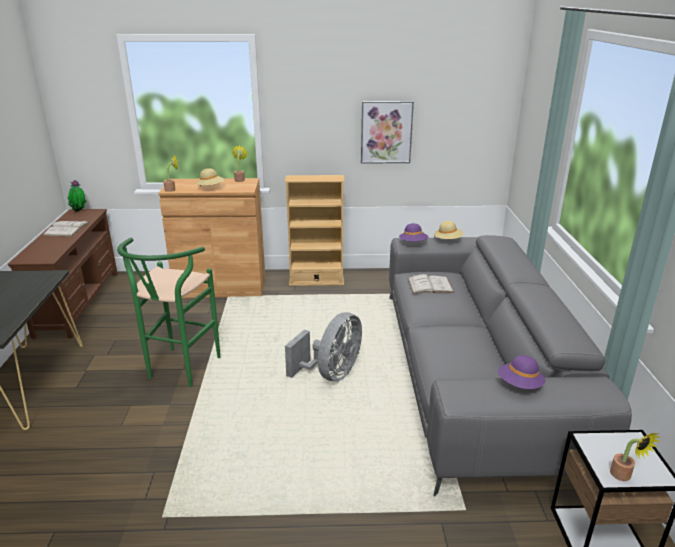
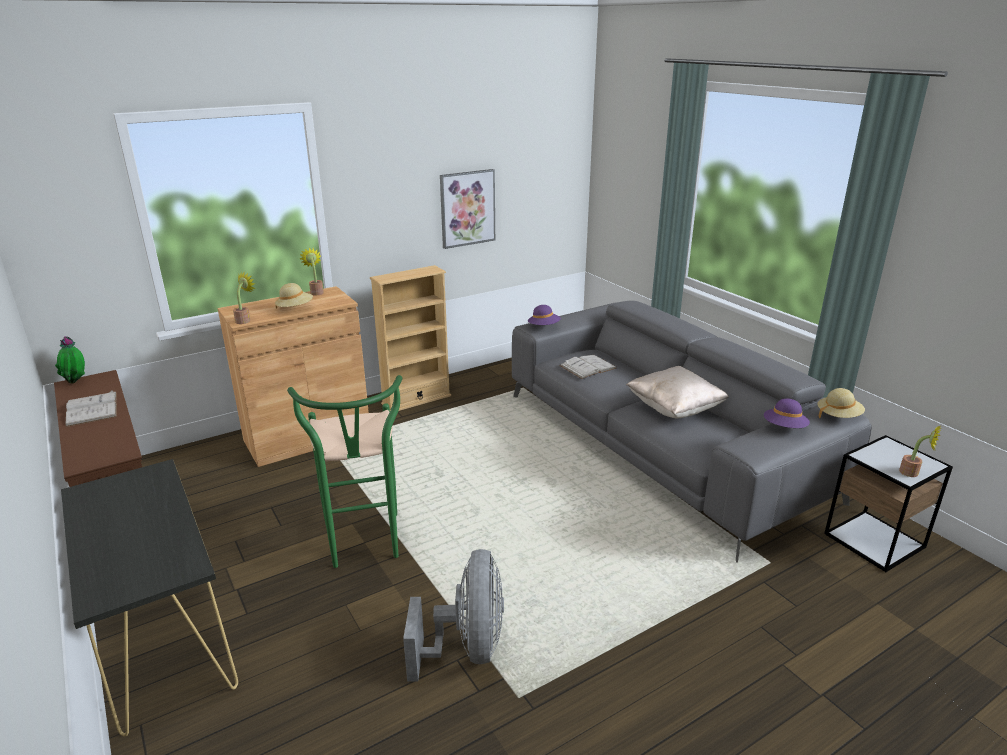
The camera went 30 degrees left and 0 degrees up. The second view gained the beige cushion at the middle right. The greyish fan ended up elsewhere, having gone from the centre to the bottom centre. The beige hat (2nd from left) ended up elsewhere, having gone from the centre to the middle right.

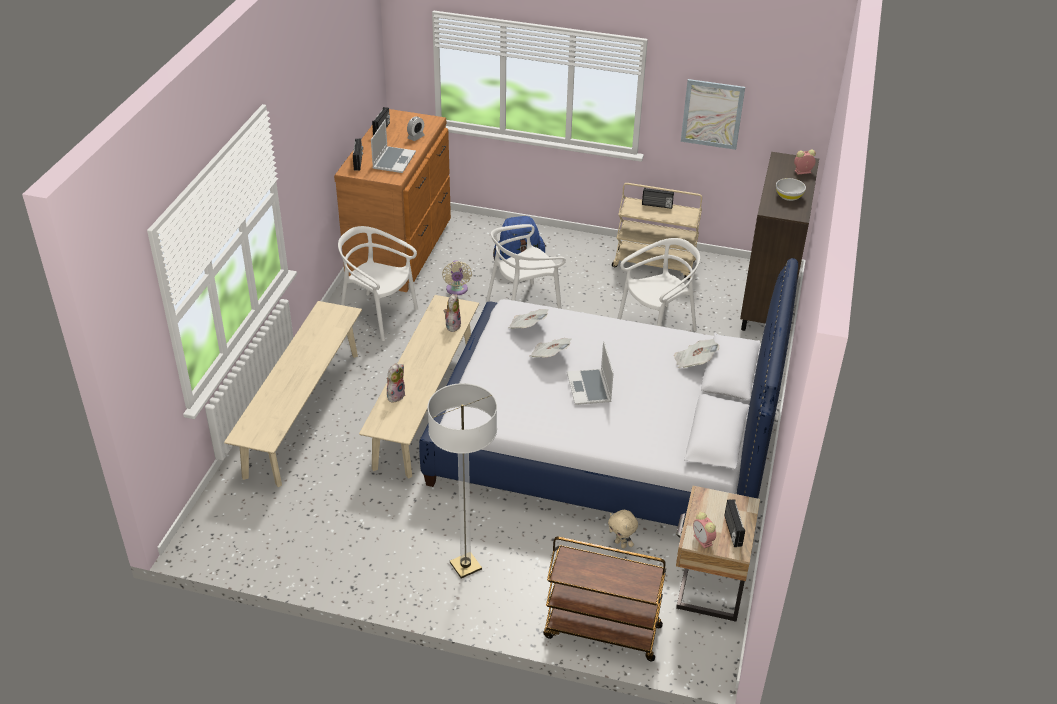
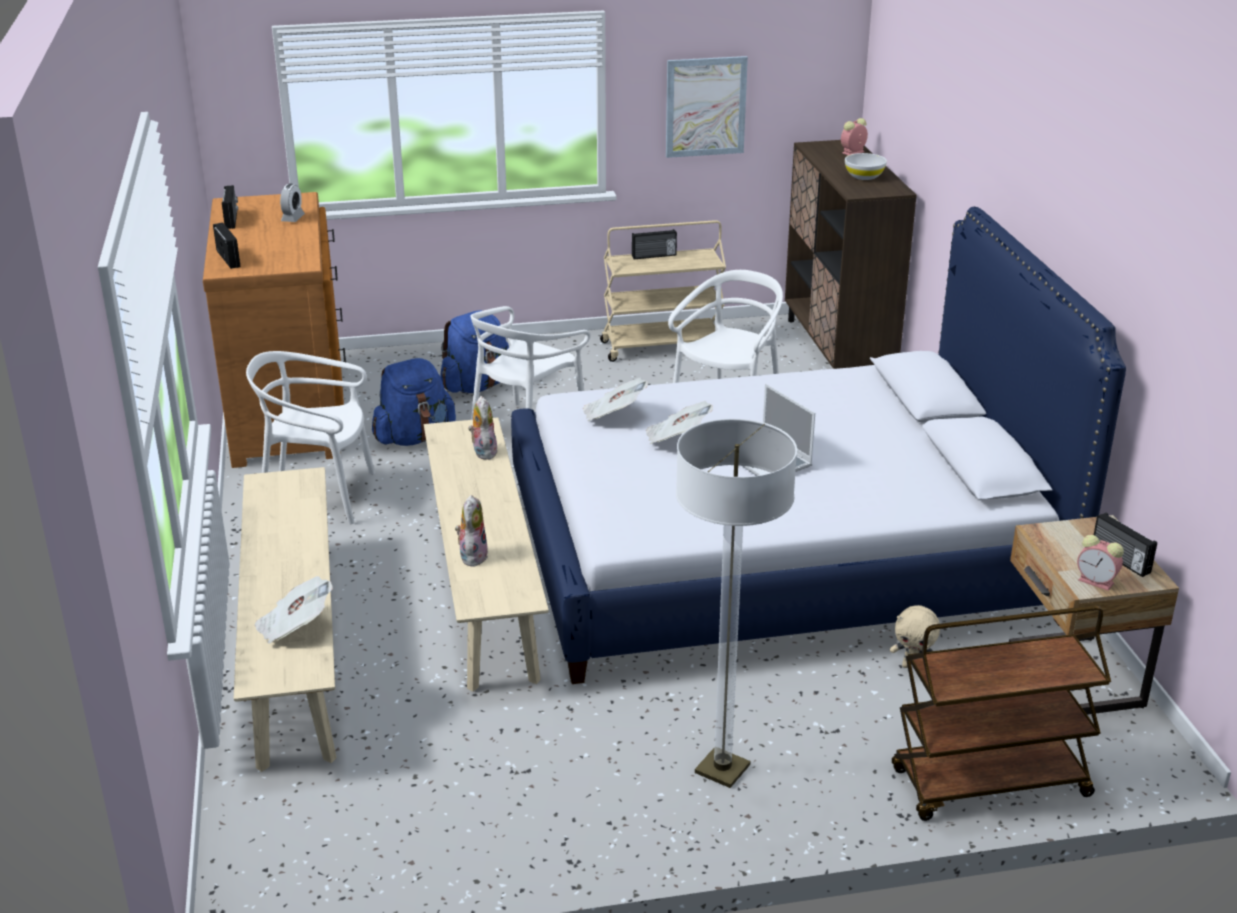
The camera went 25 degrees left and 10 degrees down. The second view lost the portable computer (1st from left) at the top centre. The newspaper (3rd from left in the first image) ended up elsewhere, having gone from the centre to the bottom left. Where the beige fan stood at the centre, the bluish backpack (1st from left) came to stand at the centre.

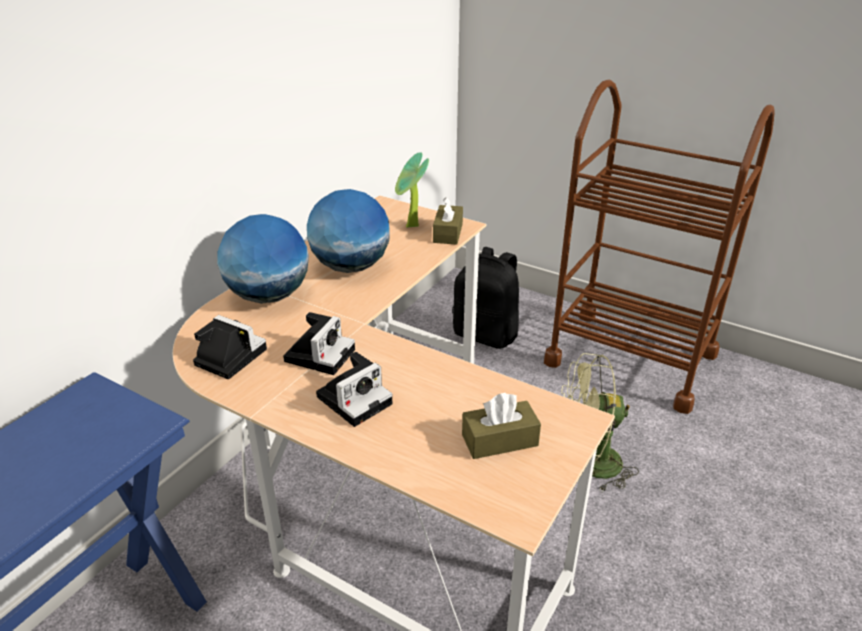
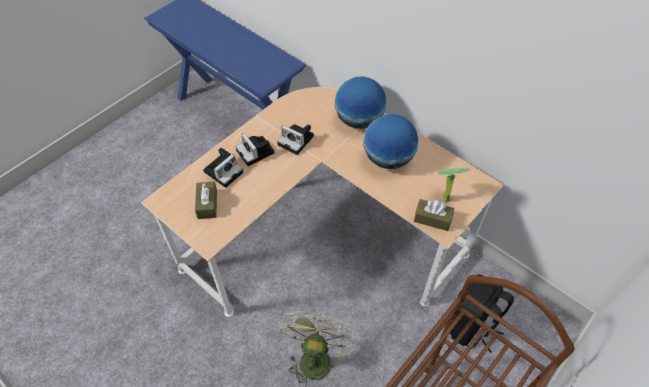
The camera went 100 degrees right and 20 degrees up. The photo camera (1st from left) ended up elsewhere, having gone from the middle left to the centre.

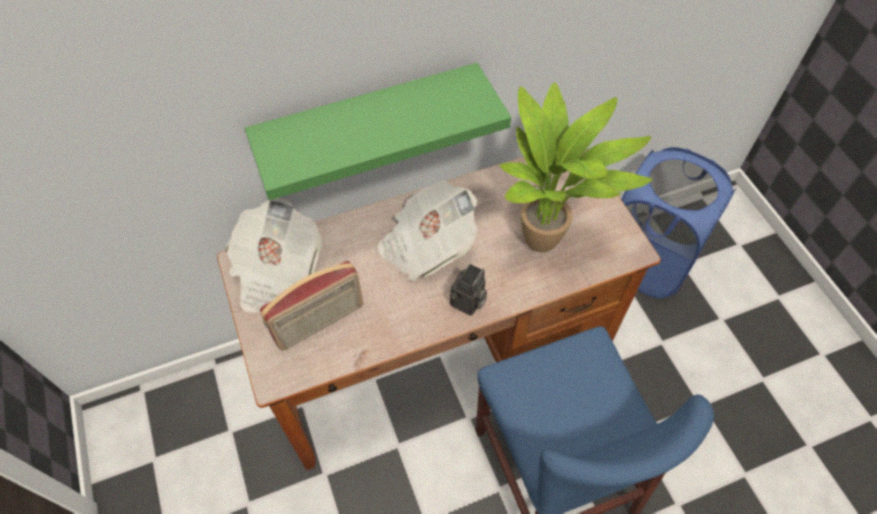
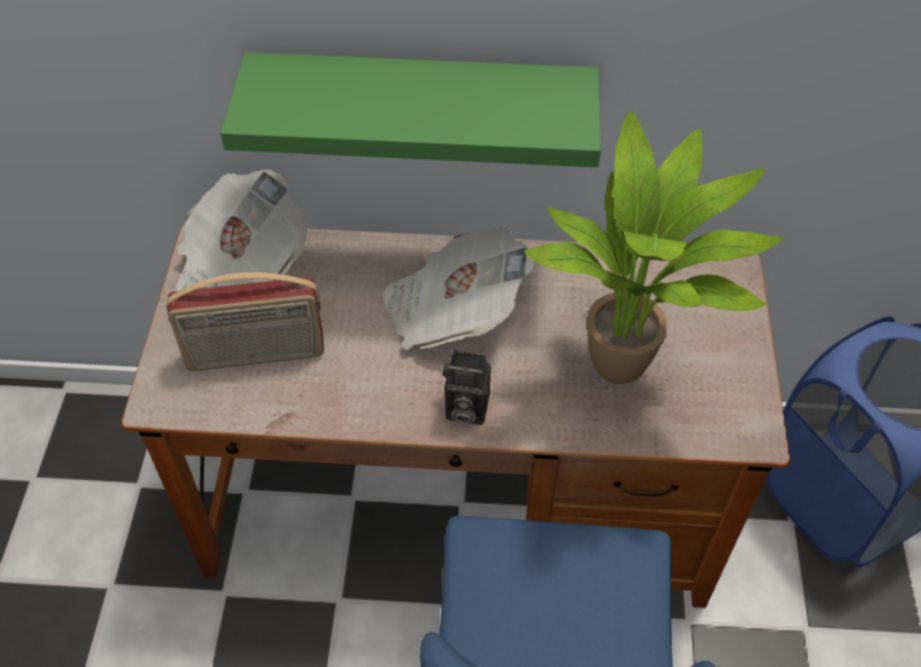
The camera went 25 degrees right and 5 degrees down. The photo camera at the centre ended up facing another way, 45 degrees clockwise from before.

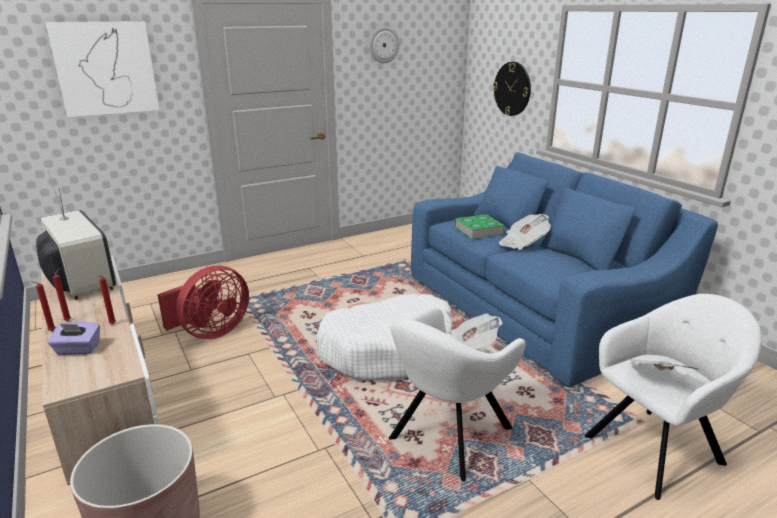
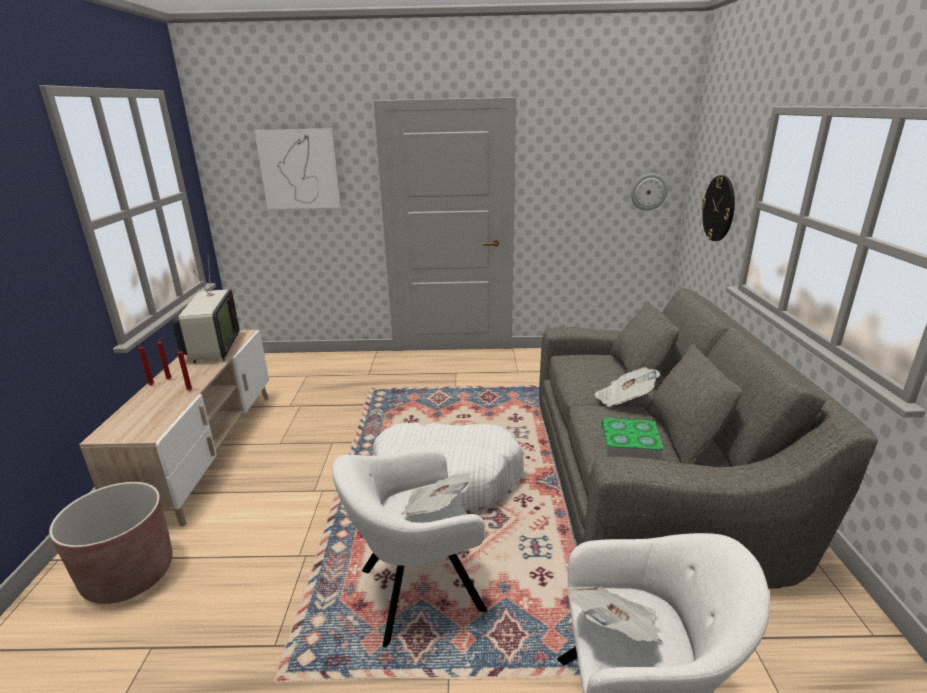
The camera went 30 degrees right and 0 degrees up. The second view lost the purple tissue holder at the middle left. The second view lost the reddish fan at the middle left. The clock on the wall (1st from left) ended up elsewhere, having gone from the top centre to the top right. The volume ended up elsewhere, having gone from the centre to the middle right. What was the bluish sofa at the middle right turned into the greyish sofa at the middle right.

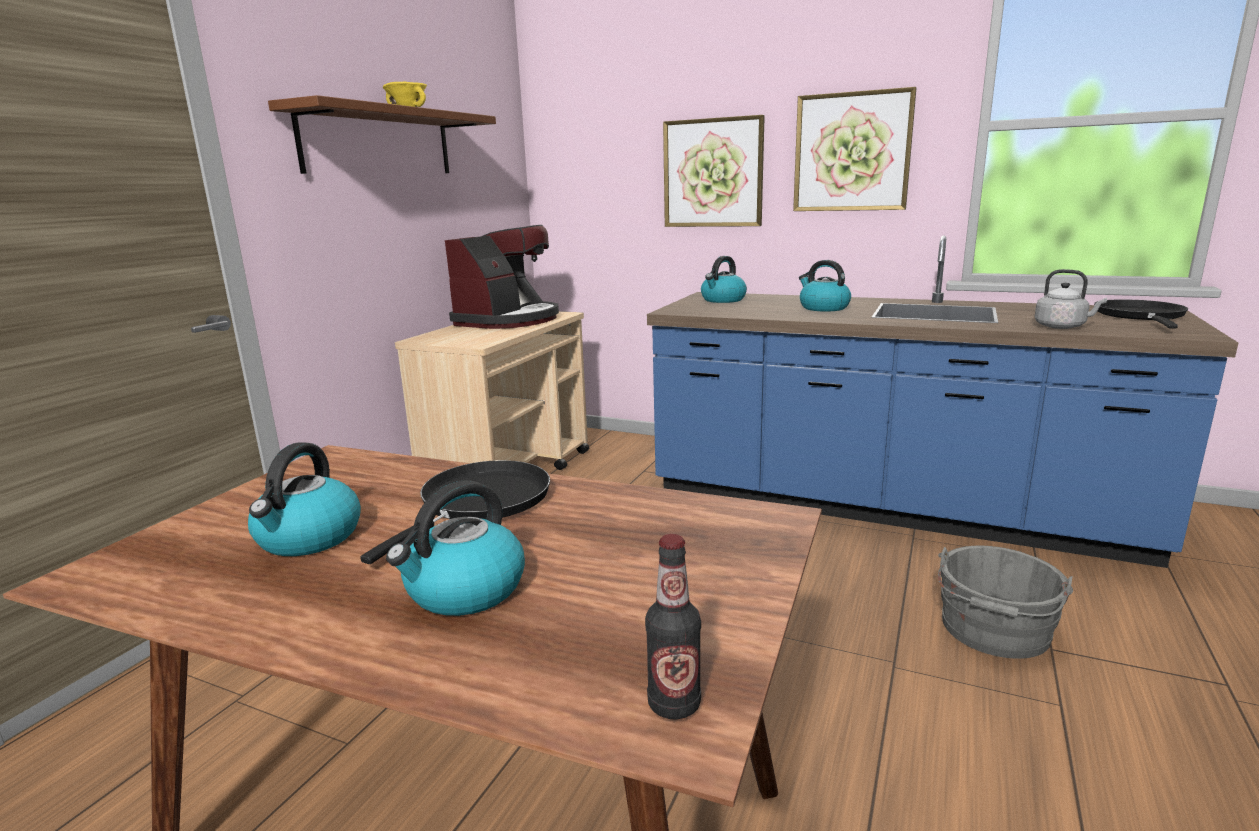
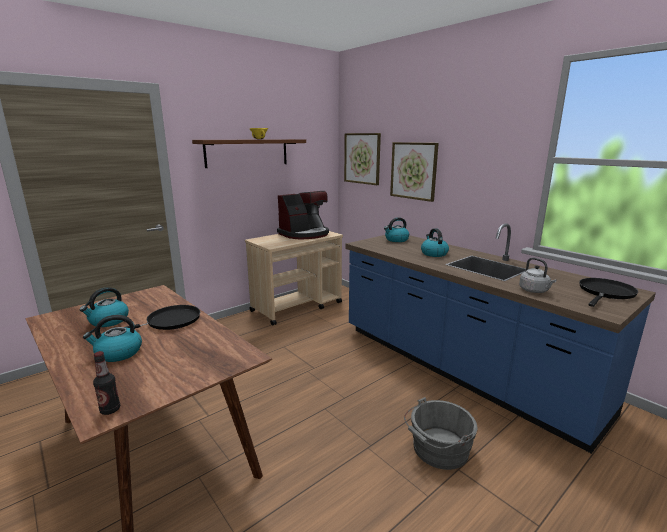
The camera went 25 degrees right and 0 degrees up. The wall picture (2nd from left in the first image) ended up elsewhere, having gone from the top right to the top centre.

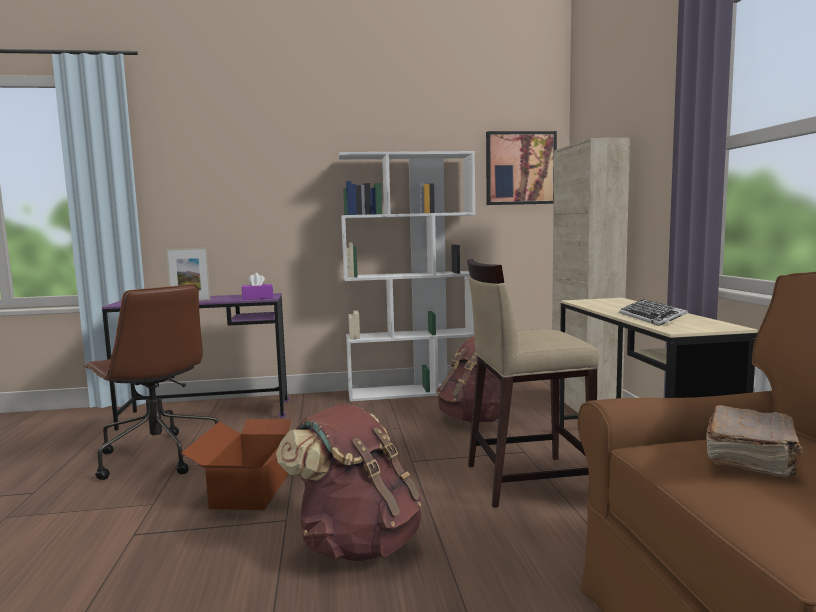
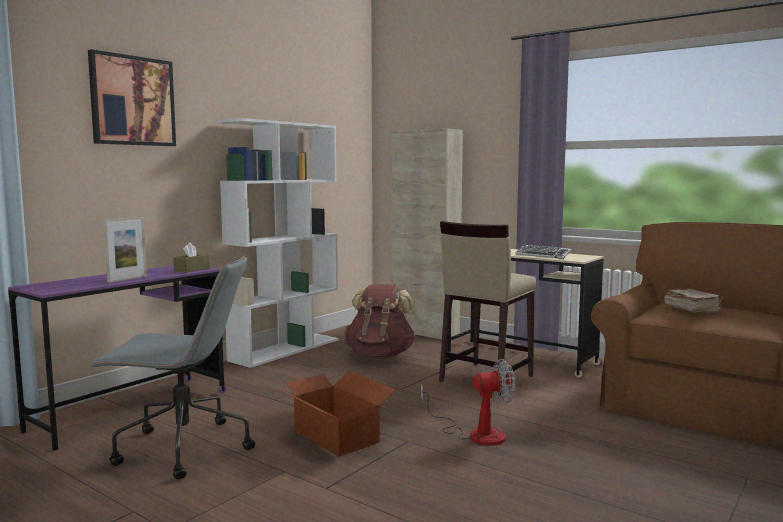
The camera went 45 degrees left and 0 degrees up. The wall picture ended up elsewhere, having gone from the top centre to the top left. Where the brown-coloured backpack (1st from left) stood at the bottom centre, the fan came to stand at the bottom centre. What was the brown-coloured office chair at the middle left turned into the greyish office chair at the bottom left. What was the purple tissue holder at the middle left turned into the brown-coloured tissue holder at the middle left.

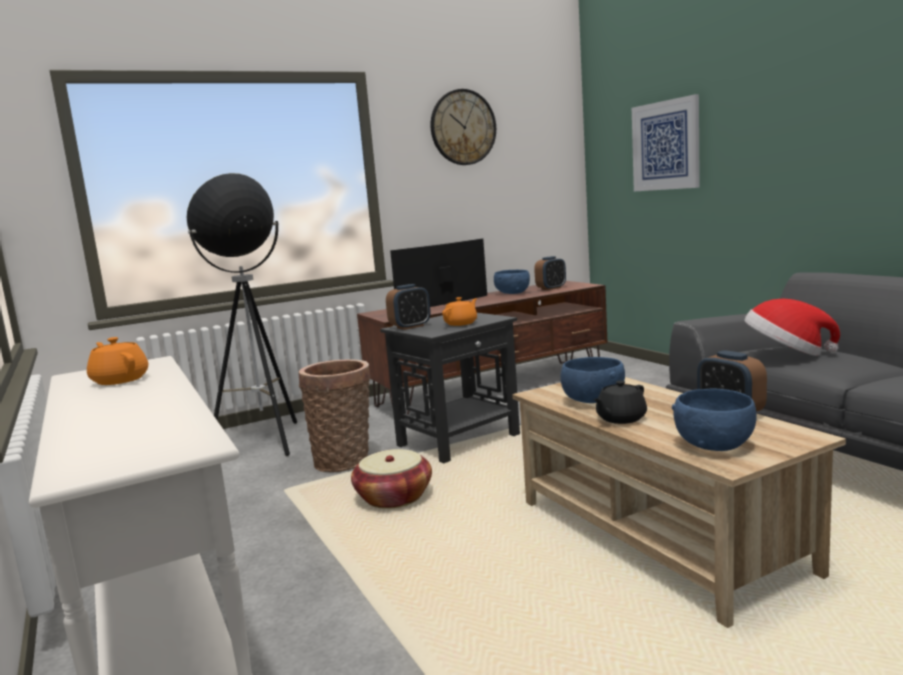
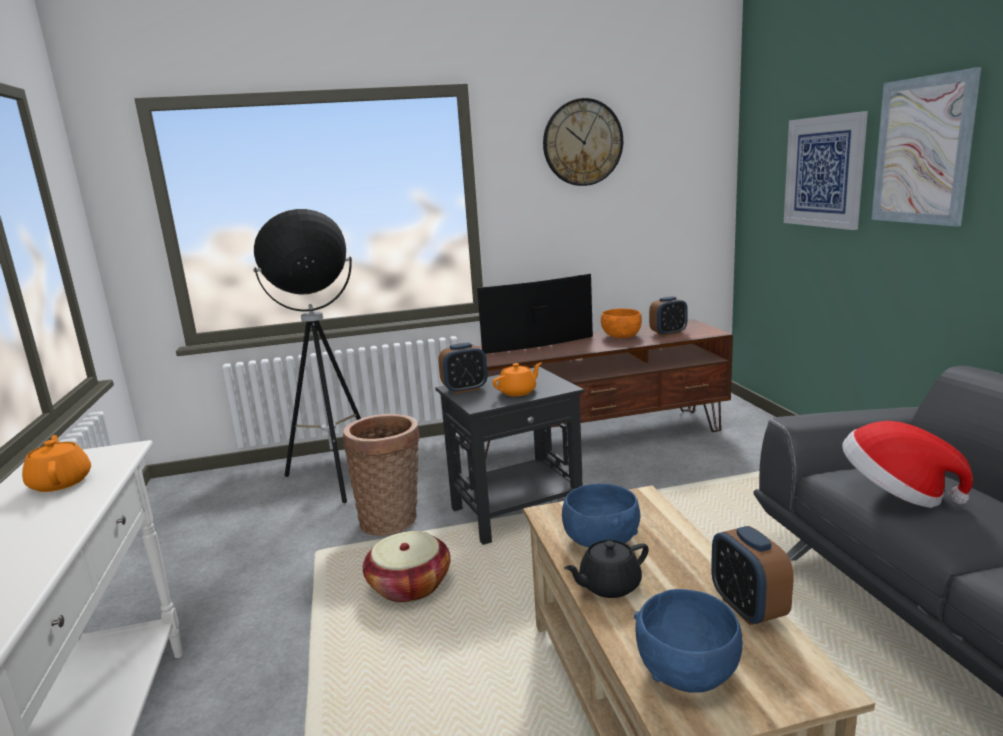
The camera went 15 degrees right and 5 degrees up. The second view gained the wall picture (2nd from left) at the top right. What was the bluish serving bowl (1st from left) at the centre turned into the orange serving bowl at the centre.

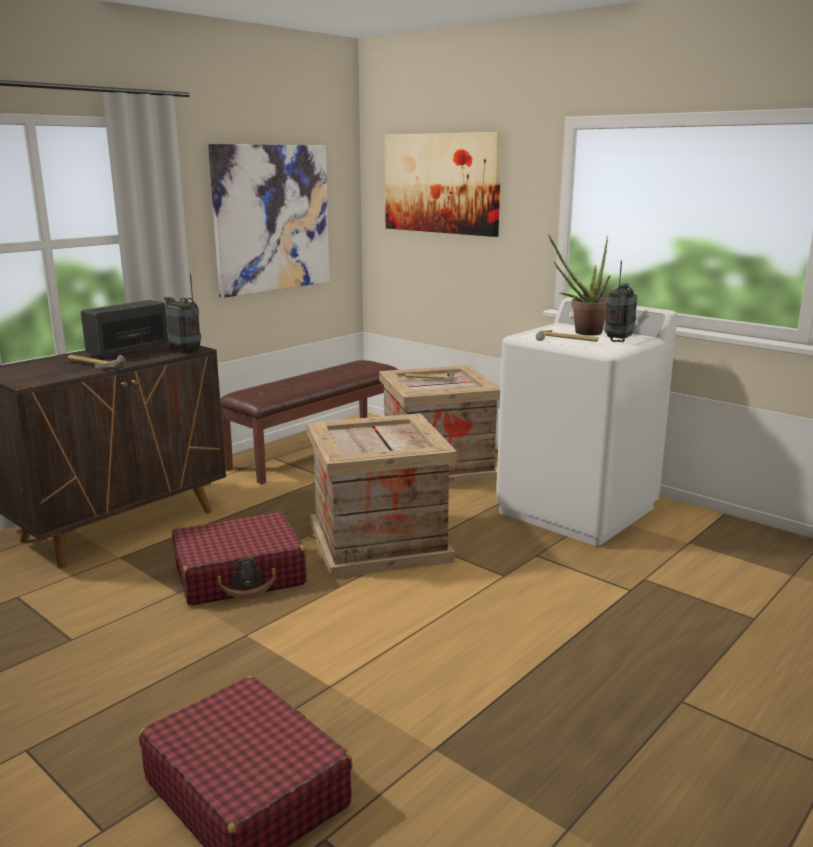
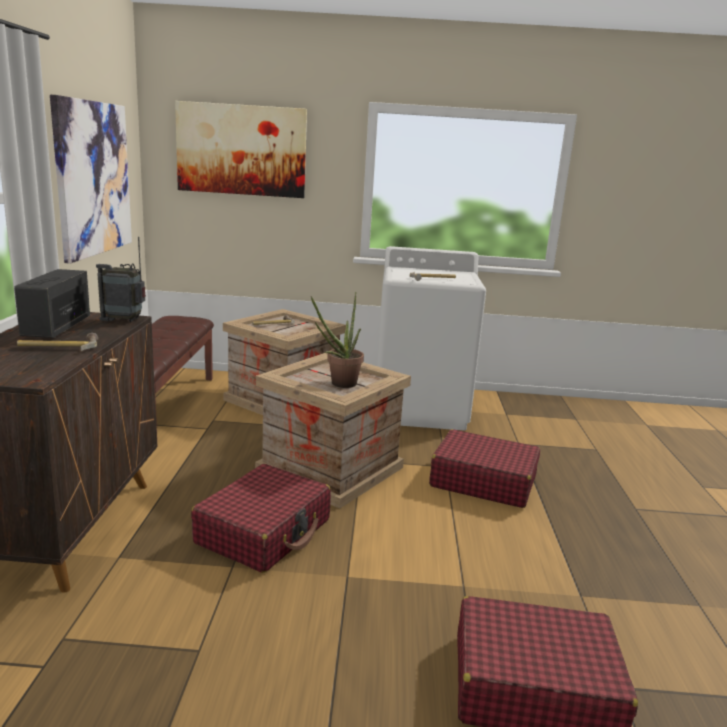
The camera went 40 degrees left and 0 degrees up. The second view lost the radio set (3rd from left) at the middle right. The second view gained the reddish piece of luggage (2nd from left) at the centre. The houseplant ended up elsewhere, having gone from the middle right to the centre.

